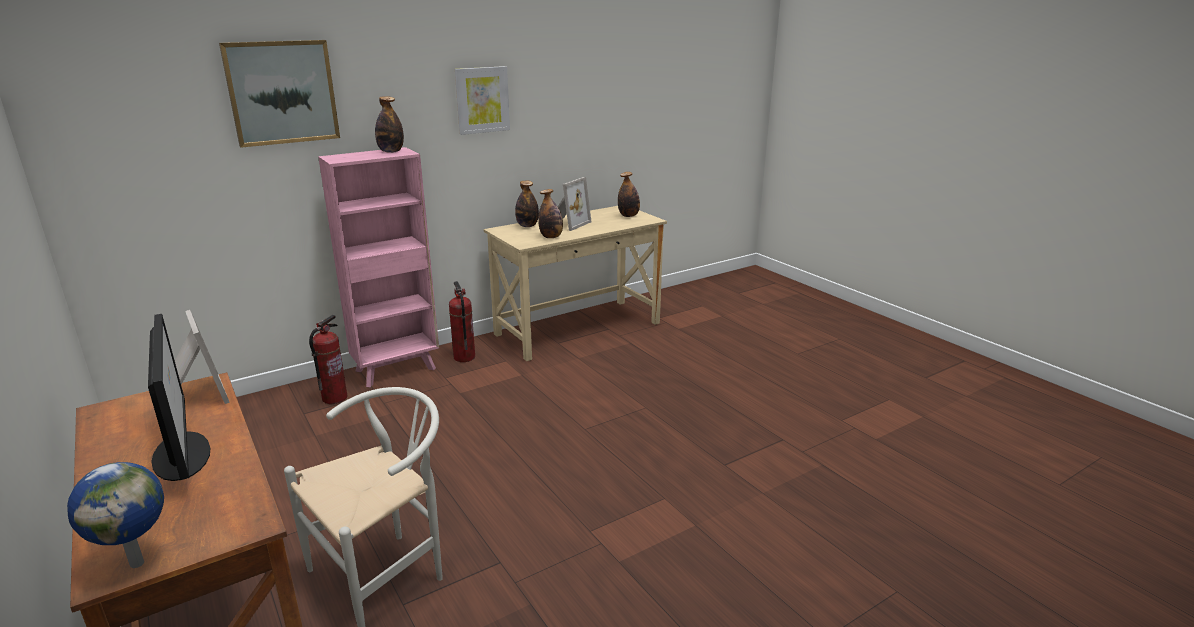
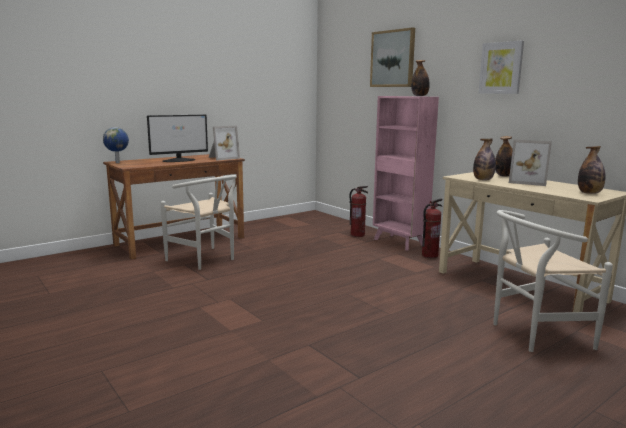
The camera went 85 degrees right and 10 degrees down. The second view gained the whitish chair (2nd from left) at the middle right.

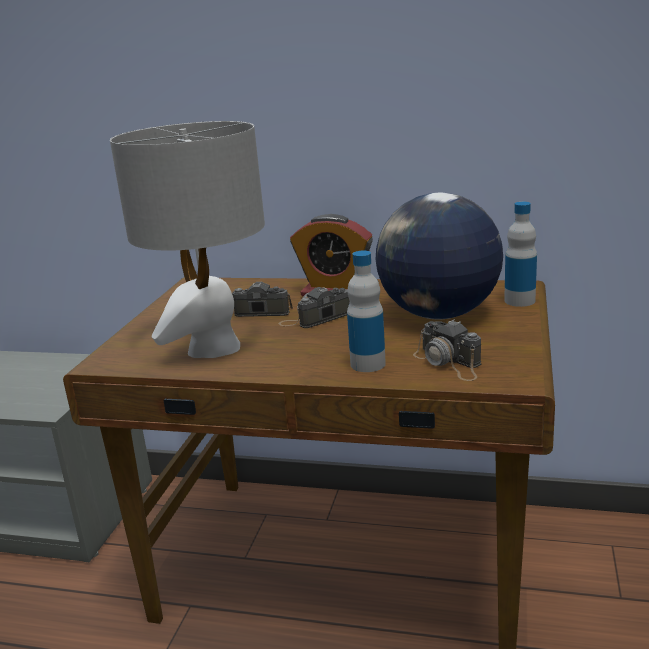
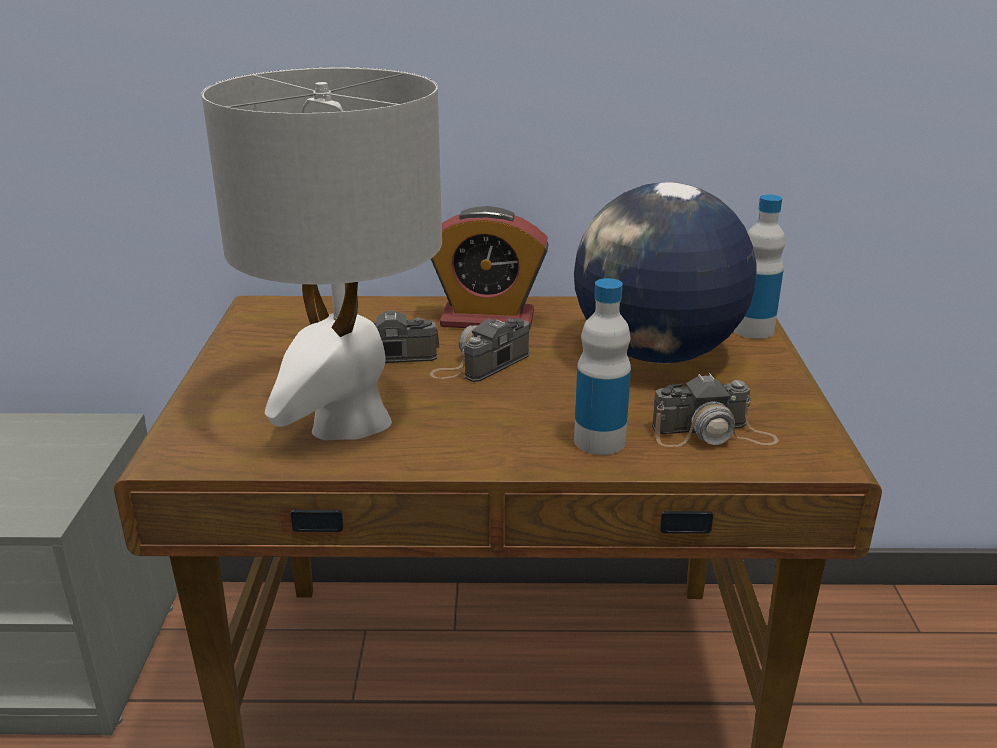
The camera went 15 degrees left and 5 degrees up. The photo camera (3rd from left) at the middle right ended up facing another way, 45 degrees counterclockwise from before.

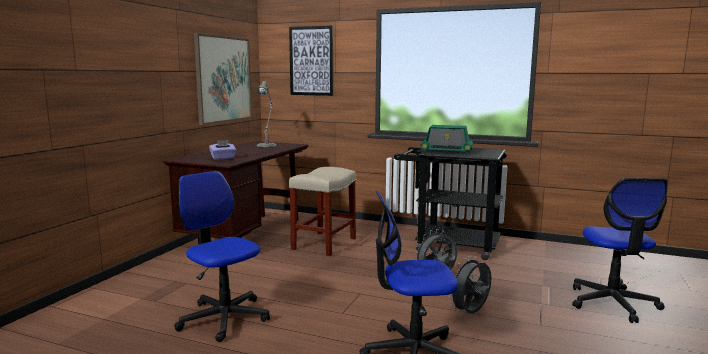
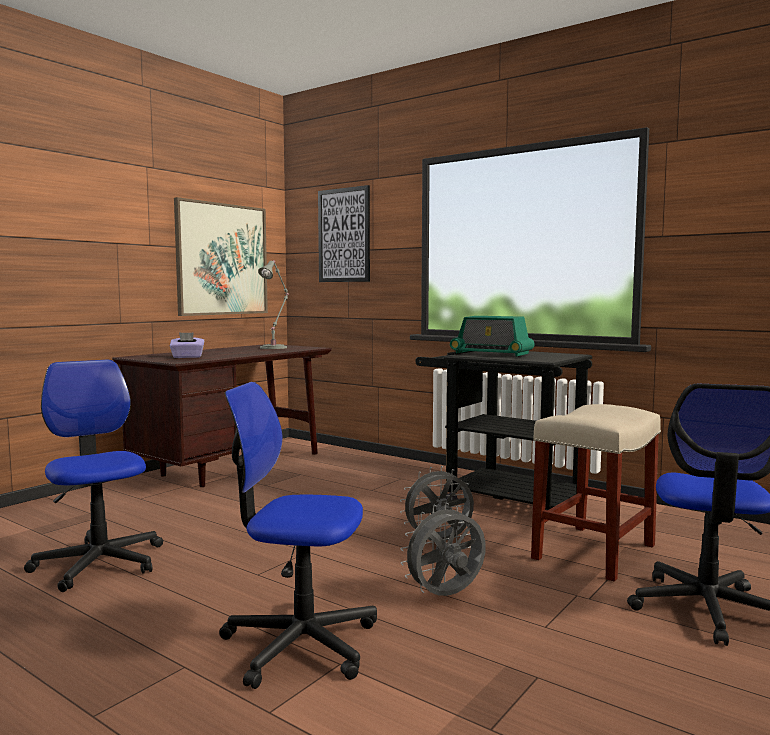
The camera went 15 degrees right and 5 degrees down. The beige stool ended up elsewhere, having gone from the centre to the bottom right.

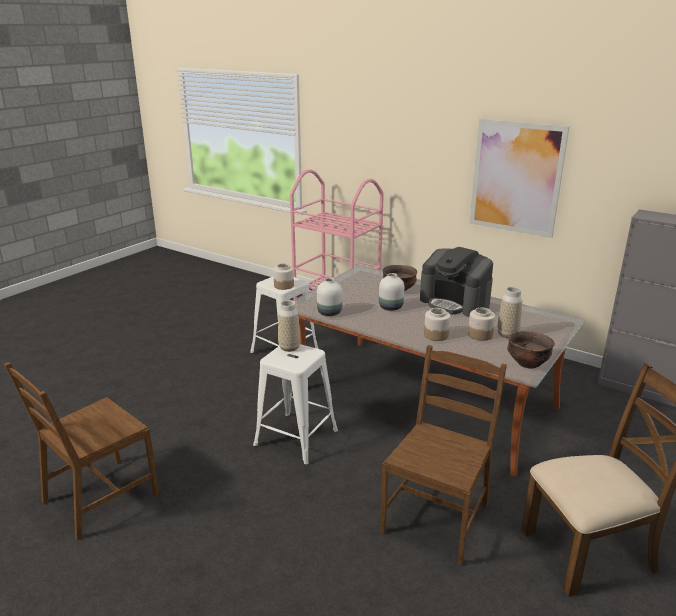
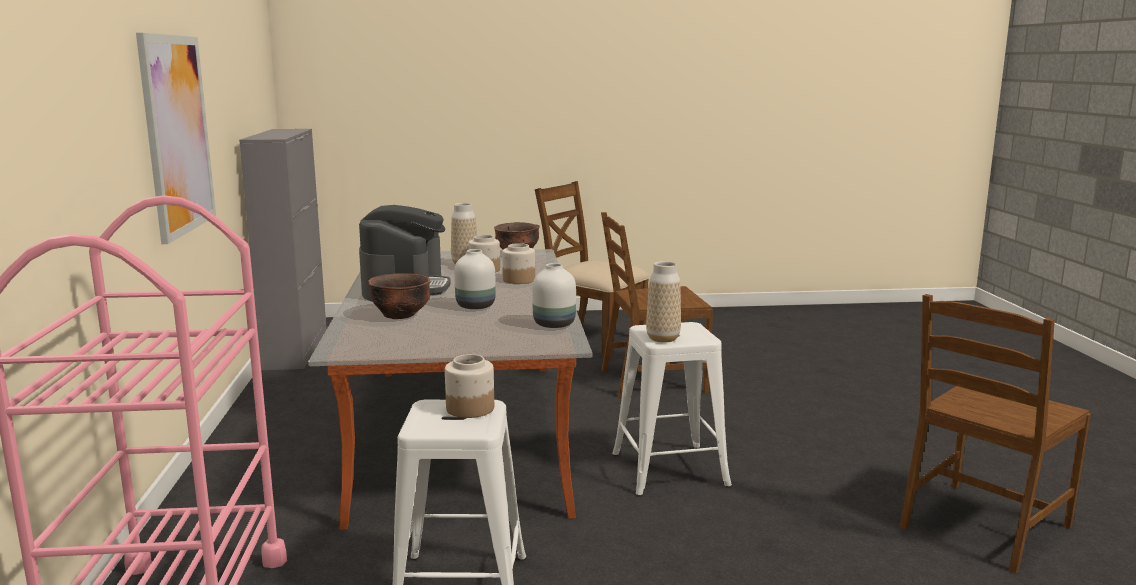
The camera went 130 degrees left and 10 degrees down. The brown-coloured chair (1st from left in the first image) at the bottom left ended up facing another way, 135 degrees clockwise from before.

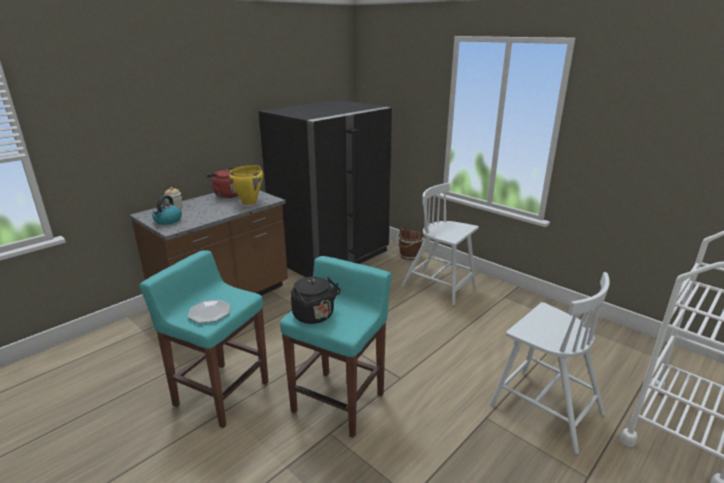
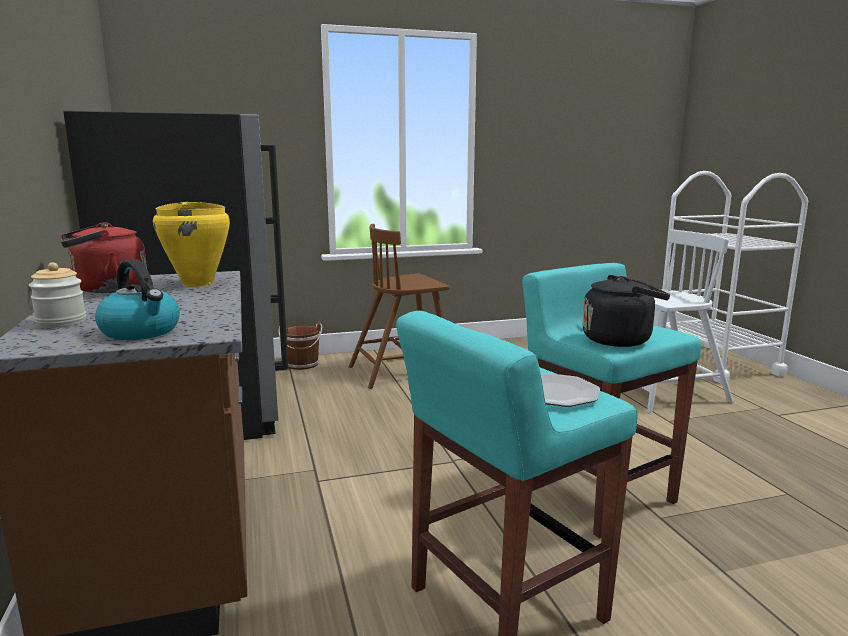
The camera went 60 degrees left and 10 degrees down. What was the whitish chair (1st from left) at the centre turned into the brown-coloured chair at the centre.

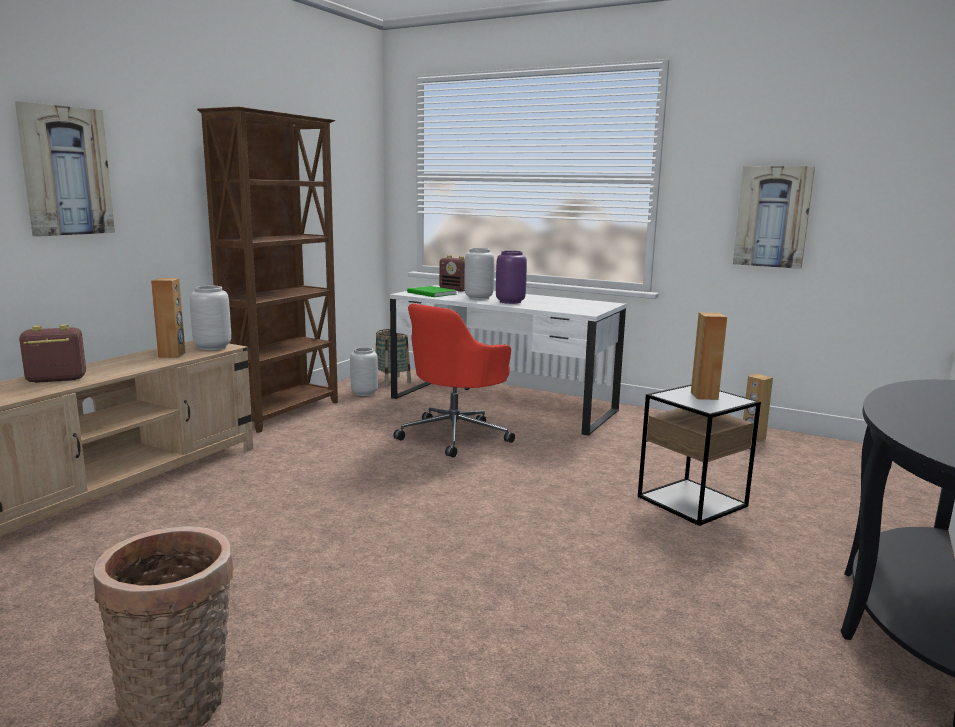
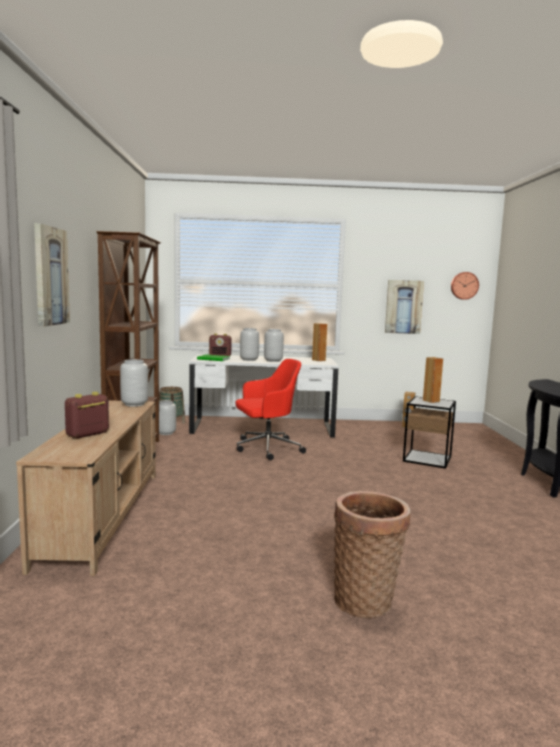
The camera went 30 degrees left and 5 degrees down. The second view gained the clock on the wall at the middle right. The brown-coloured audio speaker (1st from left) ended up elsewhere, having gone from the middle left to the centre. What was the purple decorative vase at the centre turned into the greyish decorative vase (4th from left) at the centre. The reddish office chair at the centre ended up facing another way, 120 degrees counterclockwise from before.

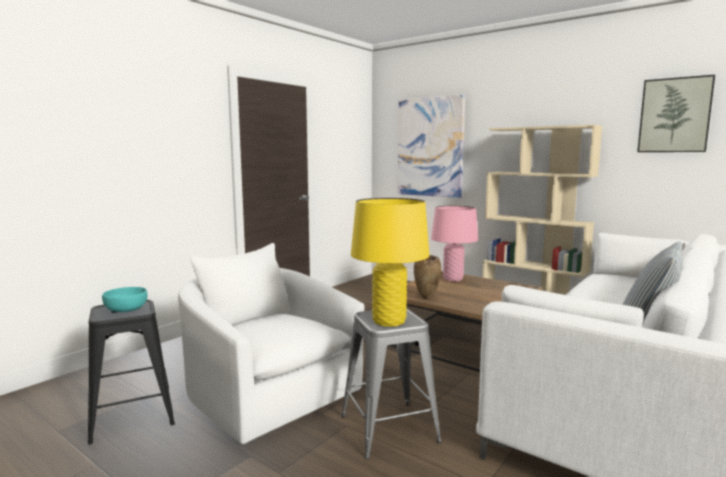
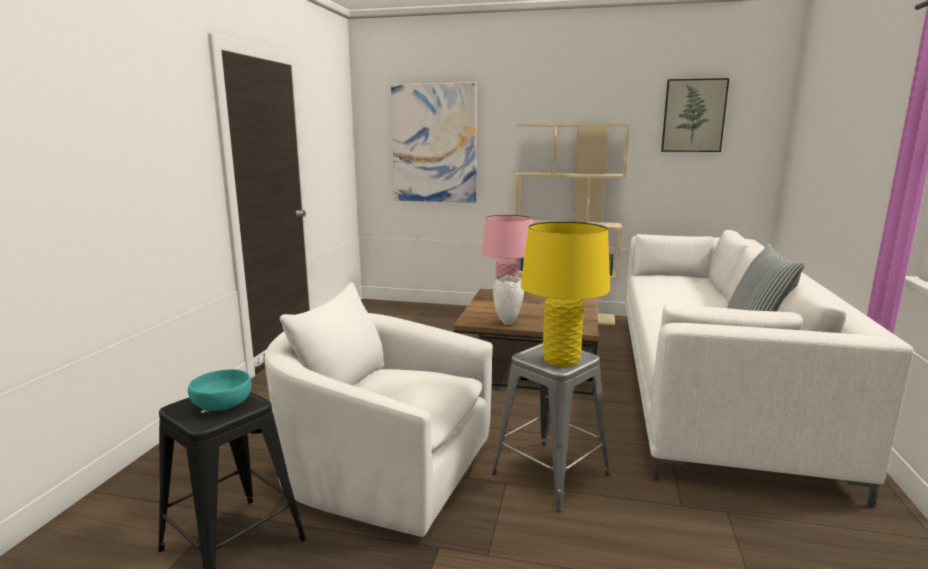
The camera went 25 degrees left and 5 degrees up. What was the brown-coloured decorative vase at the centre turned into the whitish decorative vase at the centre.

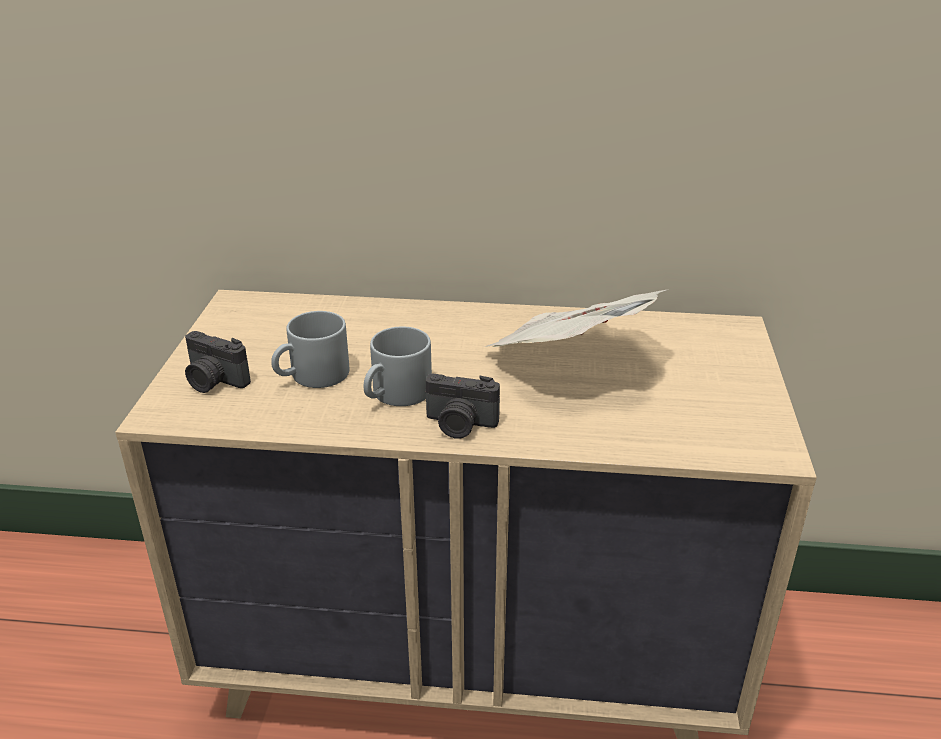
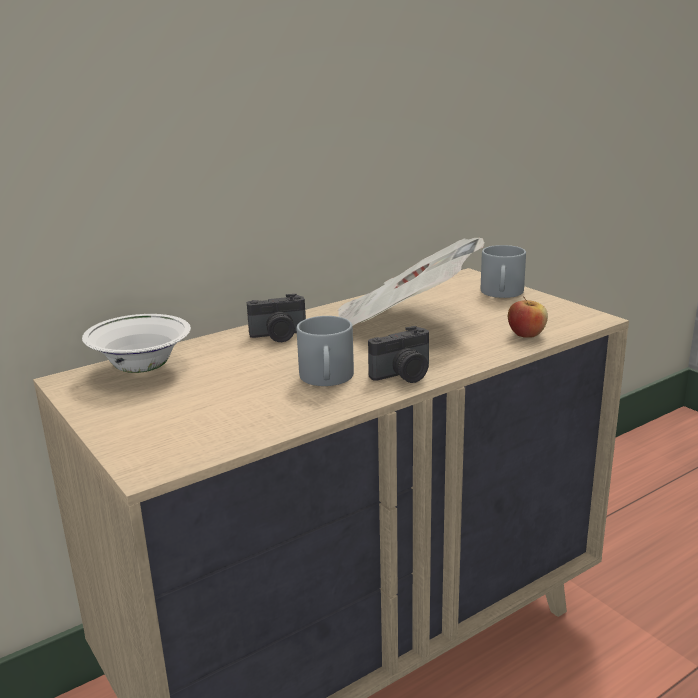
The camera went 40 degrees left and 10 degrees down. The second view gained the whitish serving bowl at the middle left. The second view gained the whole apple at the middle right. The photo camera (1st from left) ended up elsewhere, having gone from the middle left to the centre. The greyish mug (1st from left in the first image) ended up elsewhere, having gone from the middle left to the middle right.

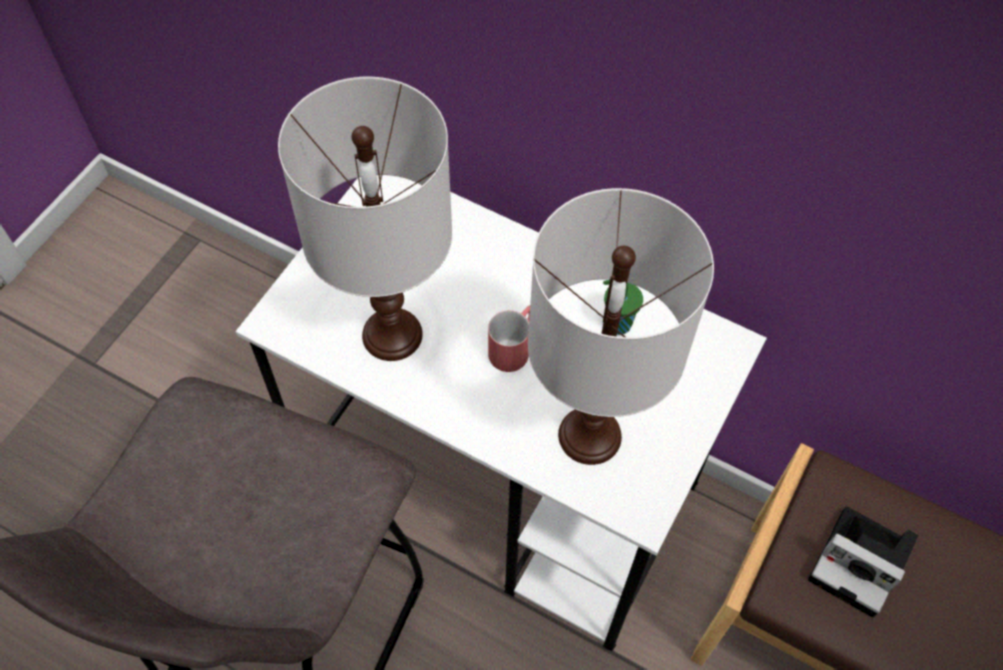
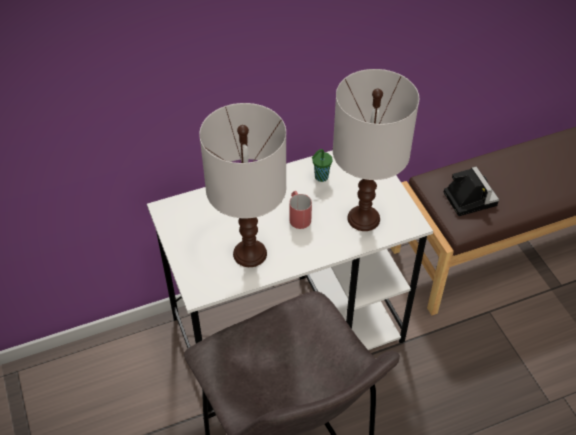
The camera went 50 degrees left and 10 degrees down. The photo camera at the bottom right ended up facing another way, 90 degrees counterclockwise from before.

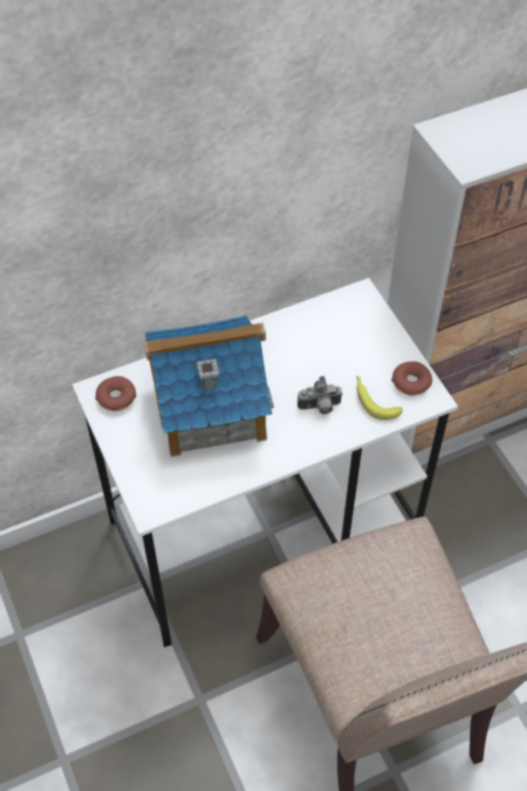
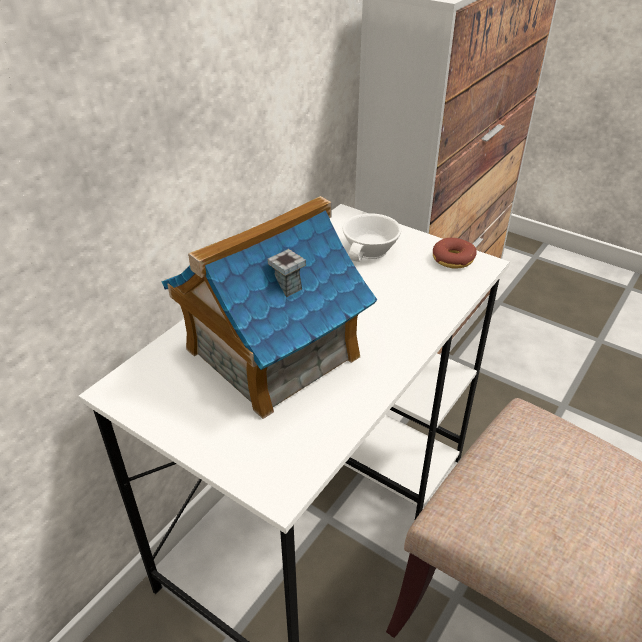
The camera went 30 degrees left and 15 degrees down. The second view lost the donut (1st from left) at the middle left. The second view lost the photo camera at the centre. The second view lost the whole banana at the middle right. The second view gained the whitish drinking cup at the centre.

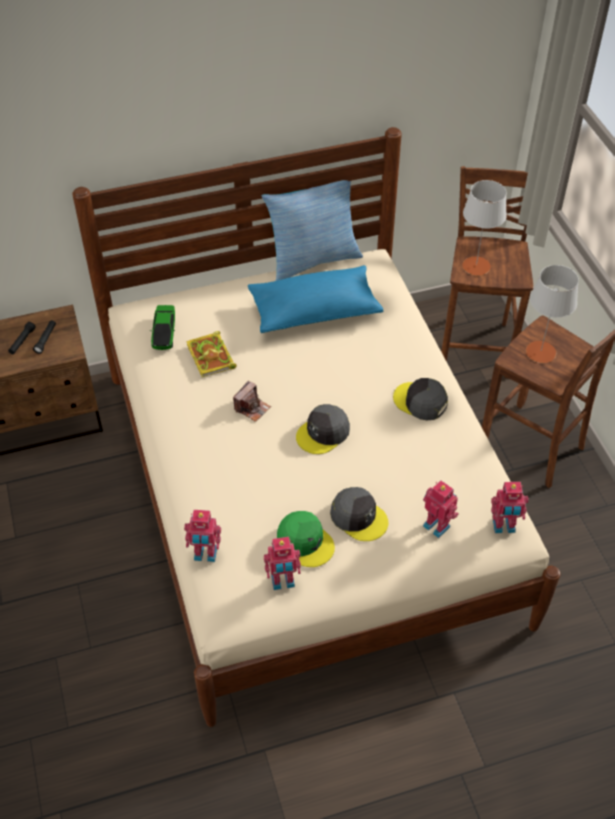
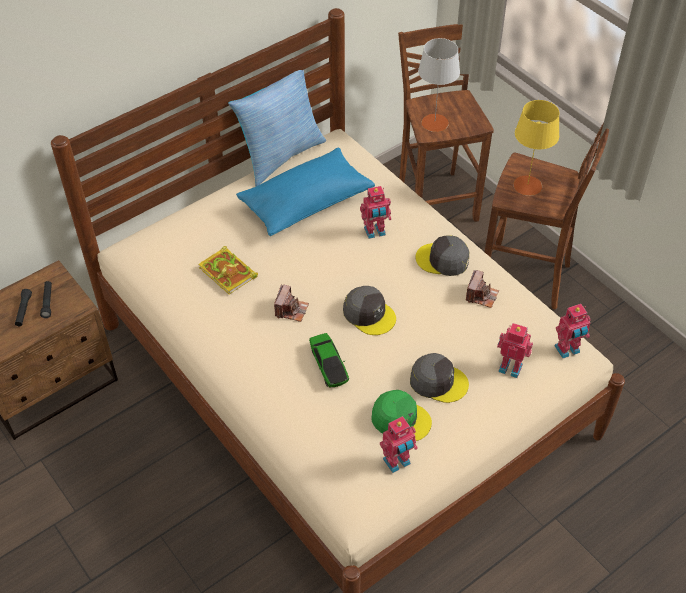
The camera went 20 degrees left and 0 degrees up. The second view gained the photo camera (2nd from left) at the middle right. The toy car ended up elsewhere, having gone from the middle left to the centre. The robot figure (1st from left) ended up elsewhere, having gone from the middle left to the centre. What was the greyish lamp for a table (2nd from left) at the middle right turned into the yellow lamp for a table at the top right. The greyish cap (1st from left) at the centre ended up facing another way, 75 degrees counterclockwise from before.

